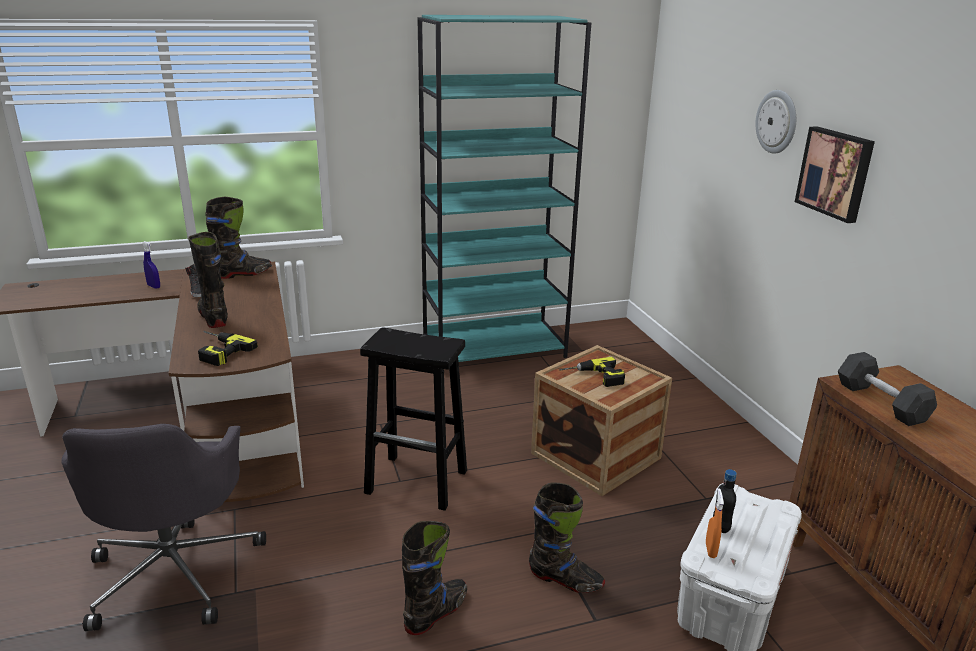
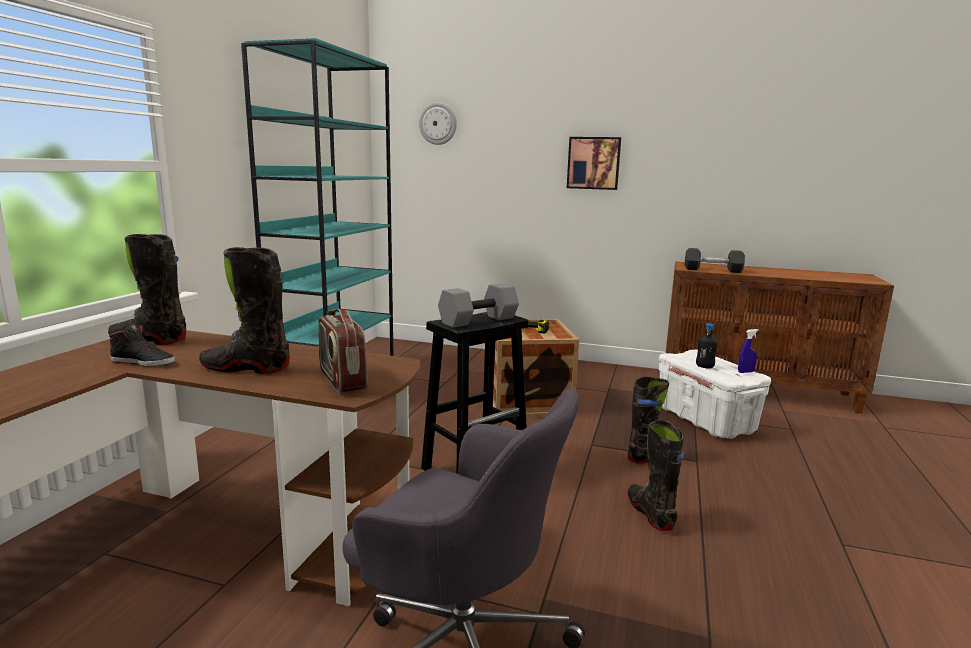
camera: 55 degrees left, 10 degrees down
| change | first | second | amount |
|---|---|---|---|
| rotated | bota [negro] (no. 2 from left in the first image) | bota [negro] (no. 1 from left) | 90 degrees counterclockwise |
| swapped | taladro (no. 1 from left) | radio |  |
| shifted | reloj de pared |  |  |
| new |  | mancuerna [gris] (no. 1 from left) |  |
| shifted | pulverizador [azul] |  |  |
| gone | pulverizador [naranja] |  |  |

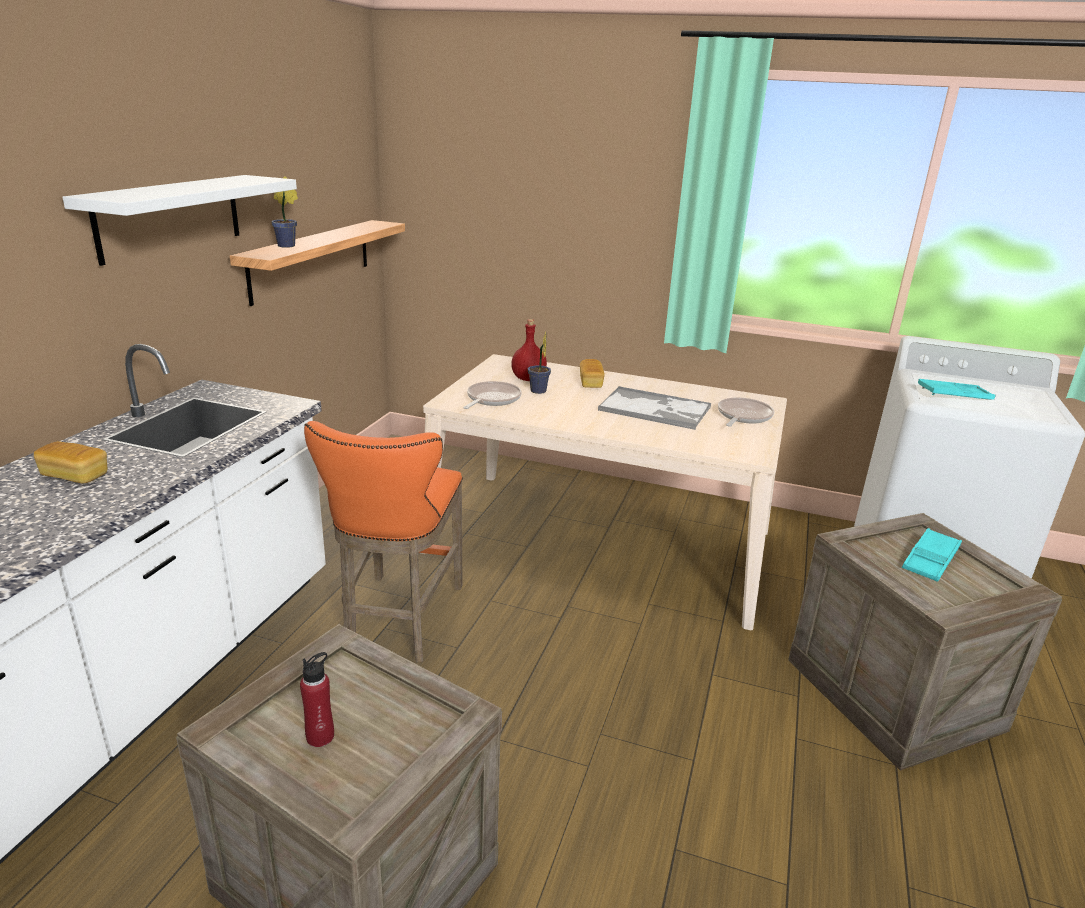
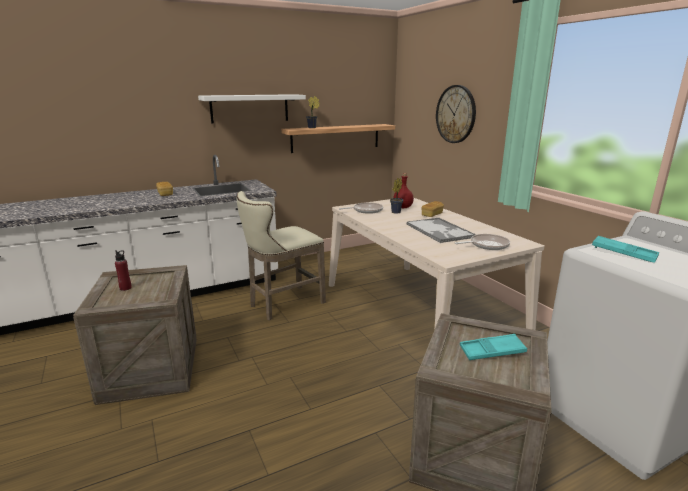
camera: 45 degrees right, 5 degrees down
| change | first | second | amount |
|---|---|---|---|
| repainted | taburete [naranja] | taburete [beis] |  |
| new |  | reloj de pared |  |

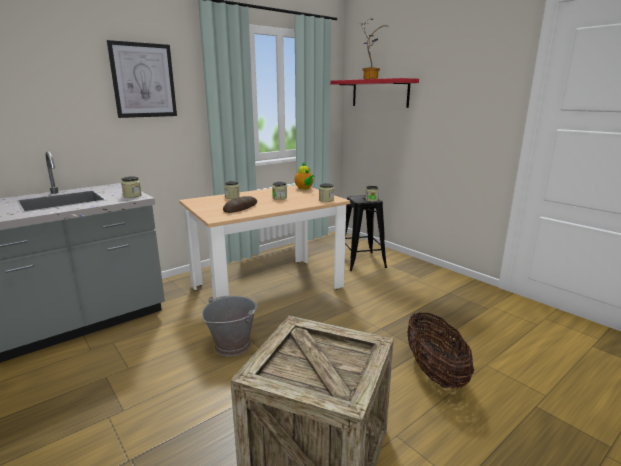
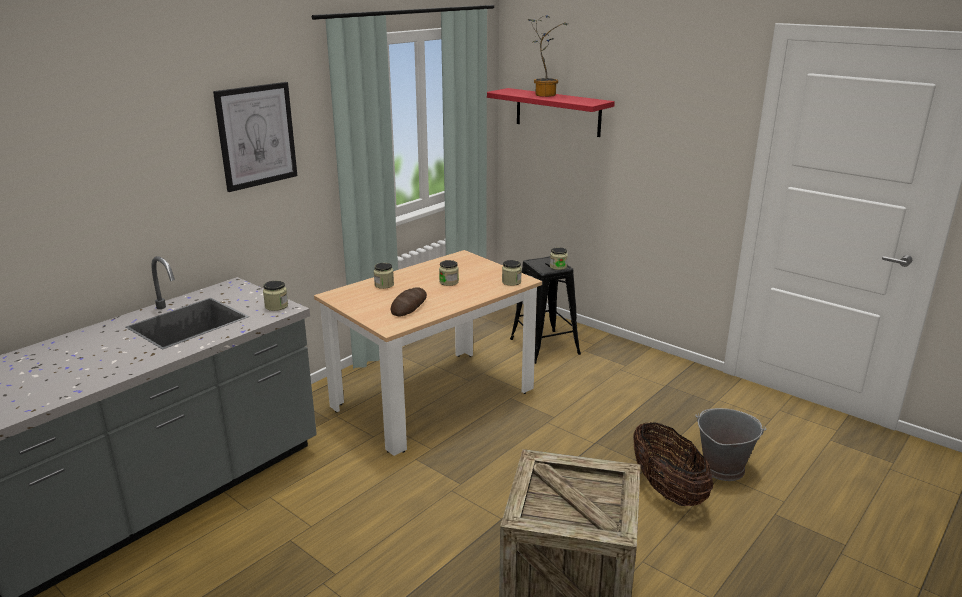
camera: 10 degrees left, 5 degrees up
| change | first | second | amount |
|---|---|---|---|
| shifted | cubo [gris] |  |  |
| gone | tetera |  |  |

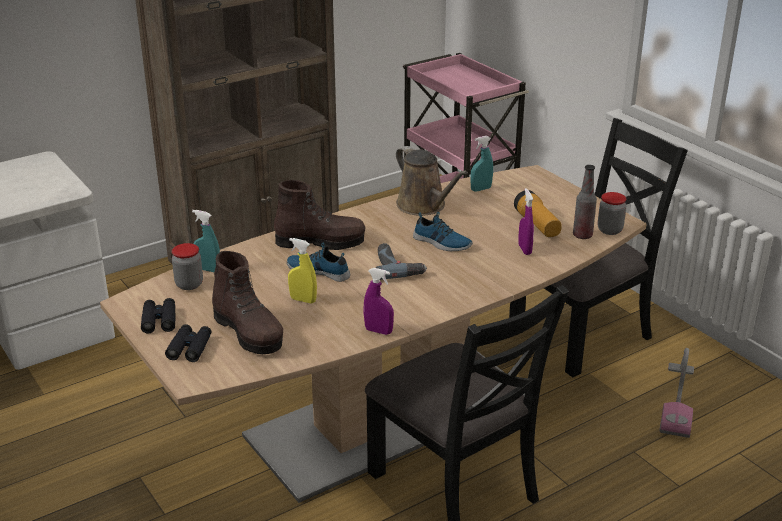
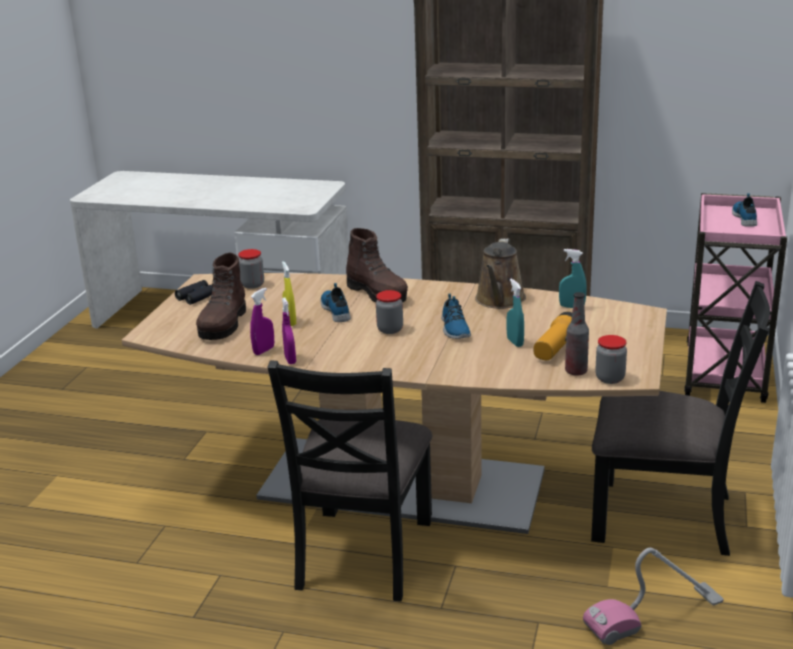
camera: 50 degrees right, 5 degrees down
| change | first | second | amount |
|---|---|---|---|
| shifted | pulverizador [morado] (no. 2 from left in the first image) | pulverizador [morado] (no. 1 from left) |  |
| swapped | taladro | tarro (no. 2 from left) |  |
| shifted | pulverizador [turquesa] (no. 1 from left) |  |  |
| new |  | zapato (no. 3 from left) |  |
| gone | prismáticos [negro] (no. 2 from left) |  |  |

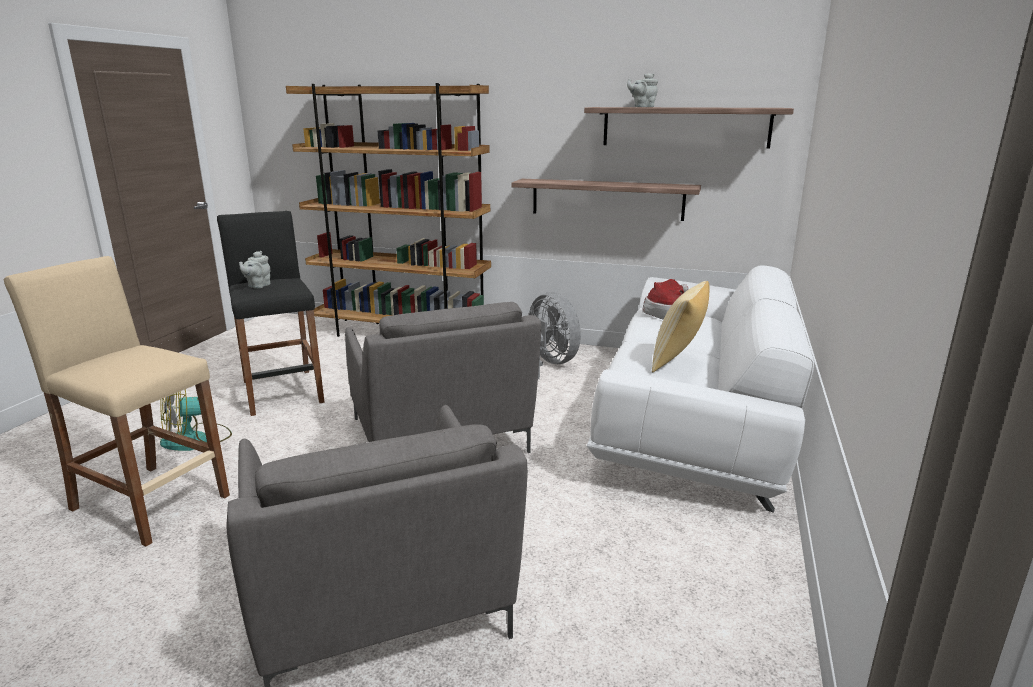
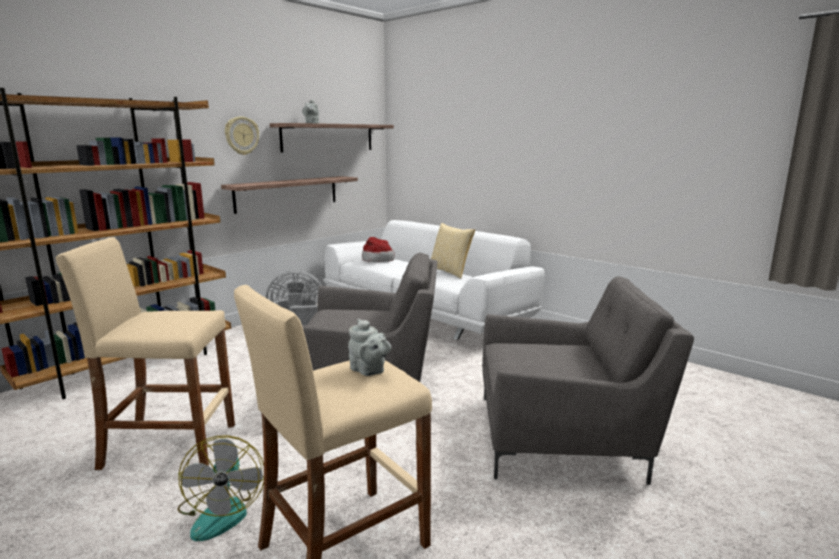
camera: 65 degrees left, 5 degrees down
| change | first | second | amount |
|---|---|---|---|
| repainted | taburete [negro] | taburete [beis] (no. 1 from left) |  |
| new |  | reloj de pared |  |
| shifted | tetera [gris] (no. 1 from left in the first image) | tetera [gris] (no. 2 from left) |  |

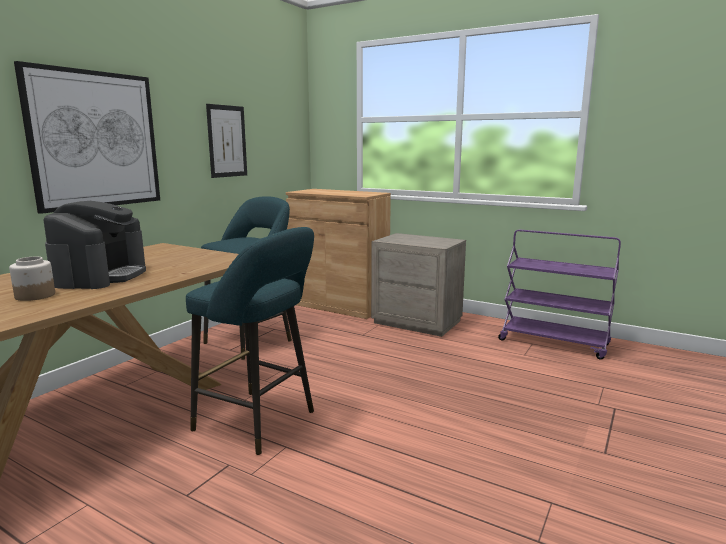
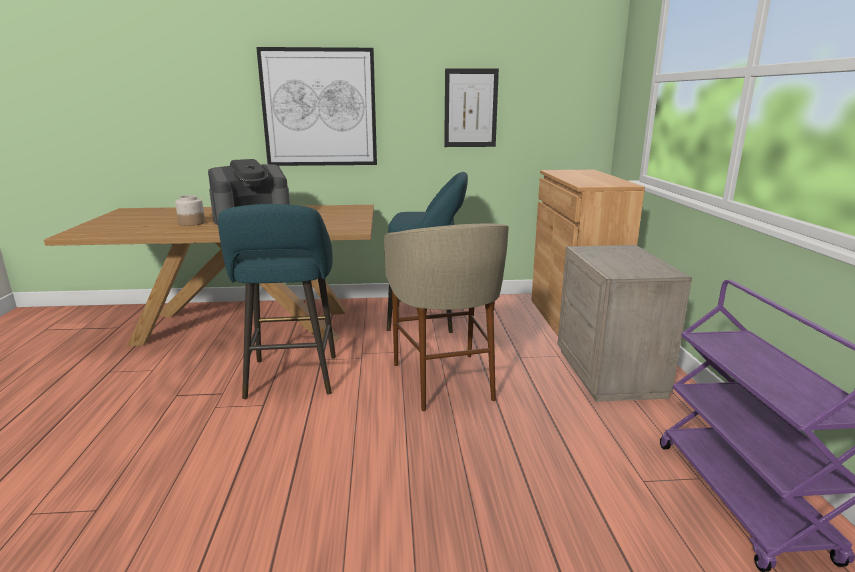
camera: 55 degrees right, 5 degrees up
| change | first | second | amount |
|---|---|---|---|
| new |  | taburete [beis] |  |

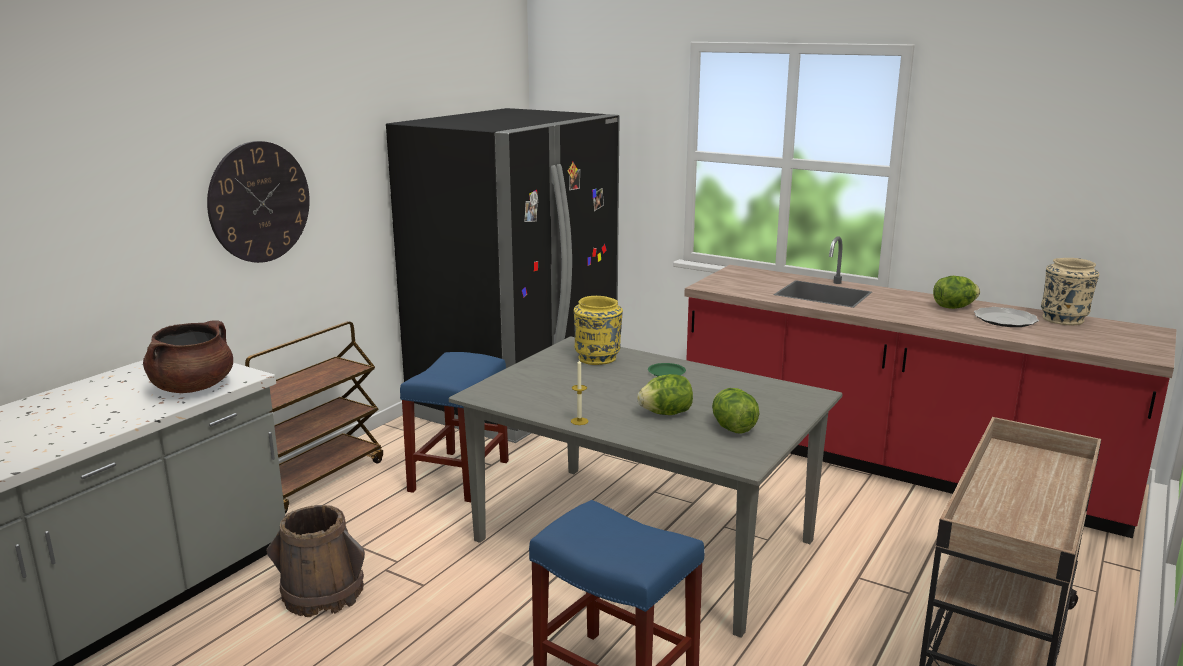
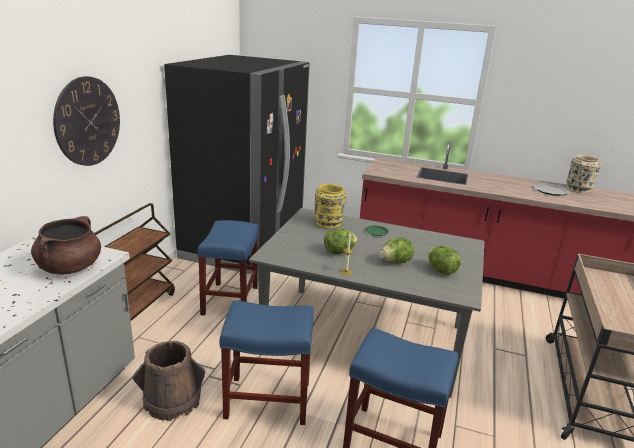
camera: 15 degrees left, 5 degrees up
| change | first | second | amount |
|---|---|---|---|
| new |  | taburete [azul] (no. 2 from left) |  |
| shifted | lechuga (no. 3 from left in the first image) | lechuga (no. 1 from left) |  |

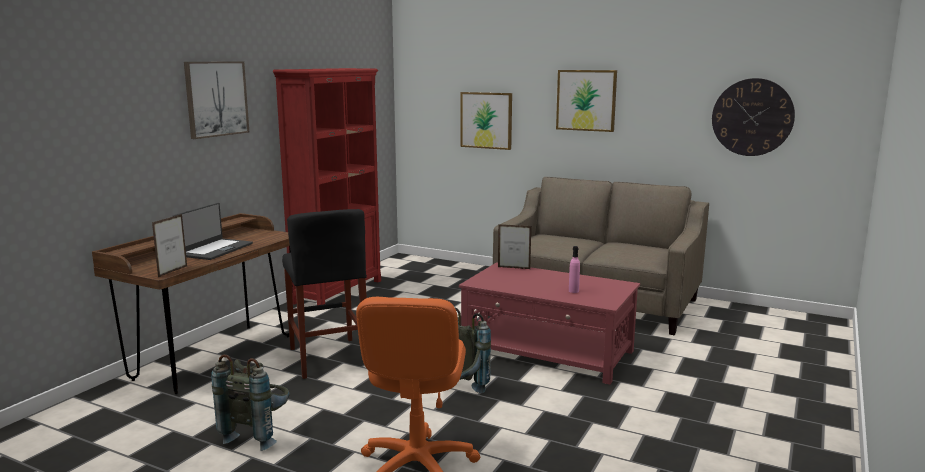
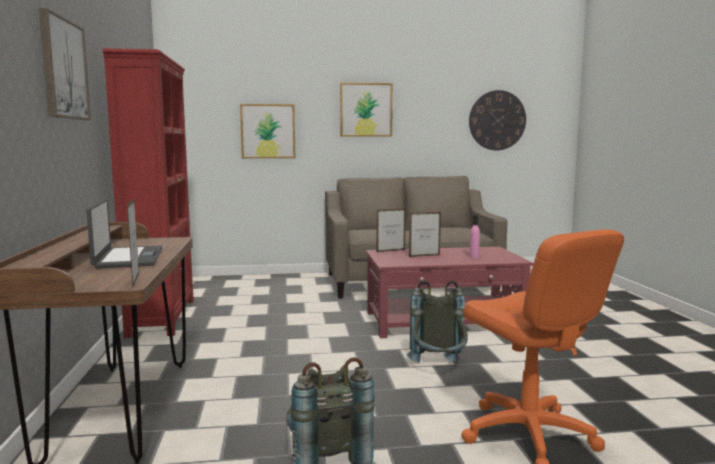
camera: 35 degrees left, 5 degrees down
| change | first | second | amount |
|---|---|---|---|
| new |  | portarretratos (no. 3 from left) |  |
| gone | taburete [negro] |  |  |

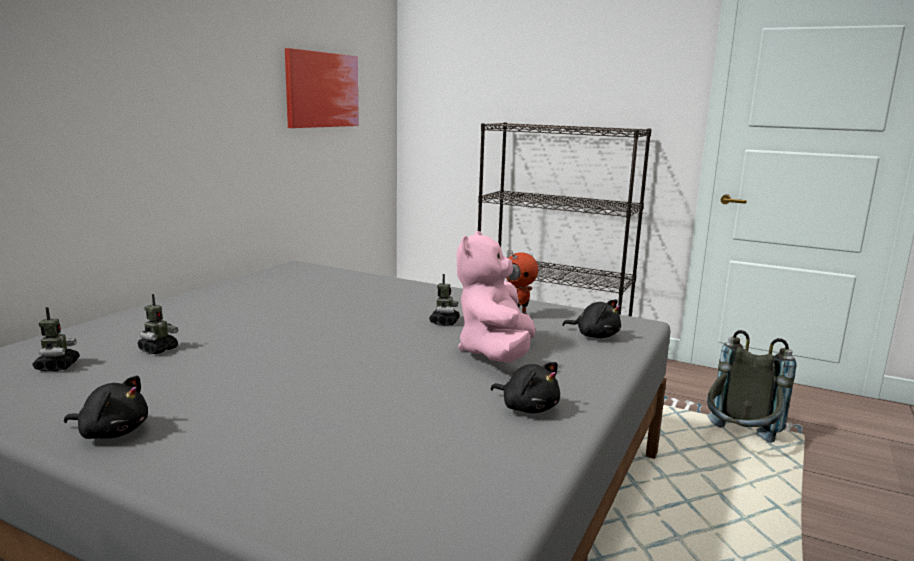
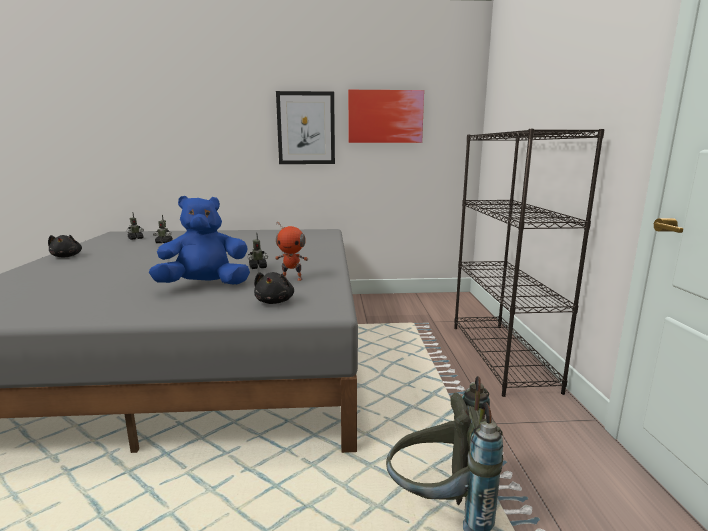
camera: 60 degrees right, 0 degrees up
| change | first | second | amount |
|---|---|---|---|
| repainted | peluche [rosa] | peluche [azul] |  |
| new |  | cuadro (no. 1 from left) |  |
| gone | peluche [negro] (no. 2 from left) |  |  |

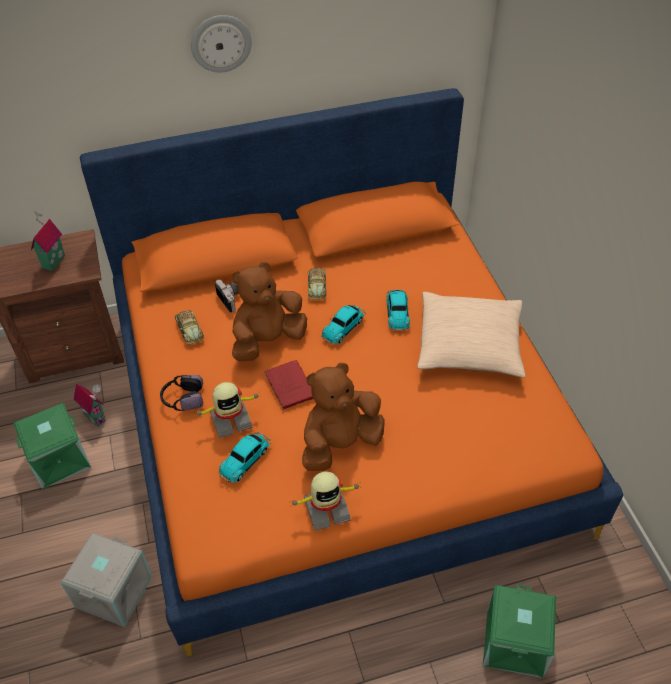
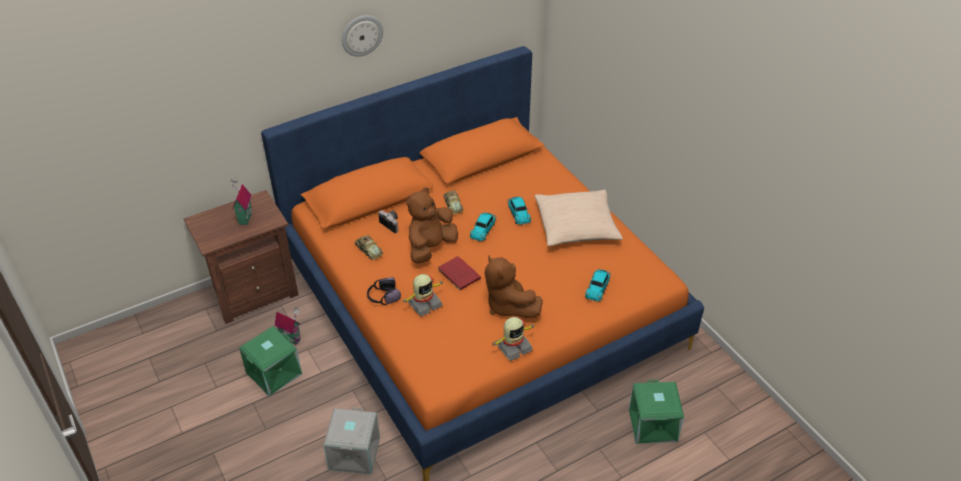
camera: 15 degrees left, 5 degrees down
| change | first | second | amount |
|---|---|---|---|
| rotated | peluche [marrón] (no. 2 from left) |  | 75 degrees counterclockwise |
| shifted | coche de juguete (no. 2 from left in the first image) | coche de juguete (no. 5 from left) |  |

